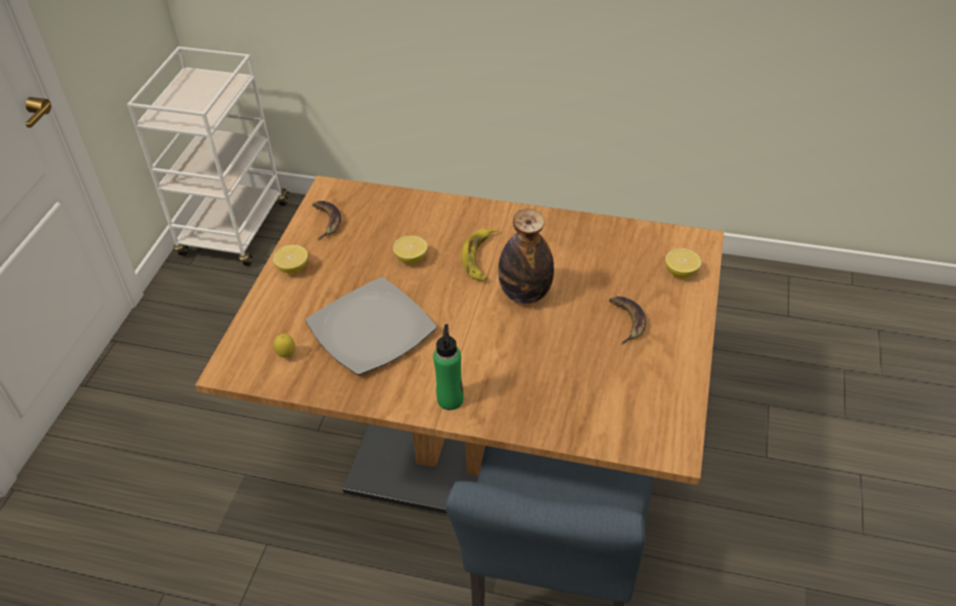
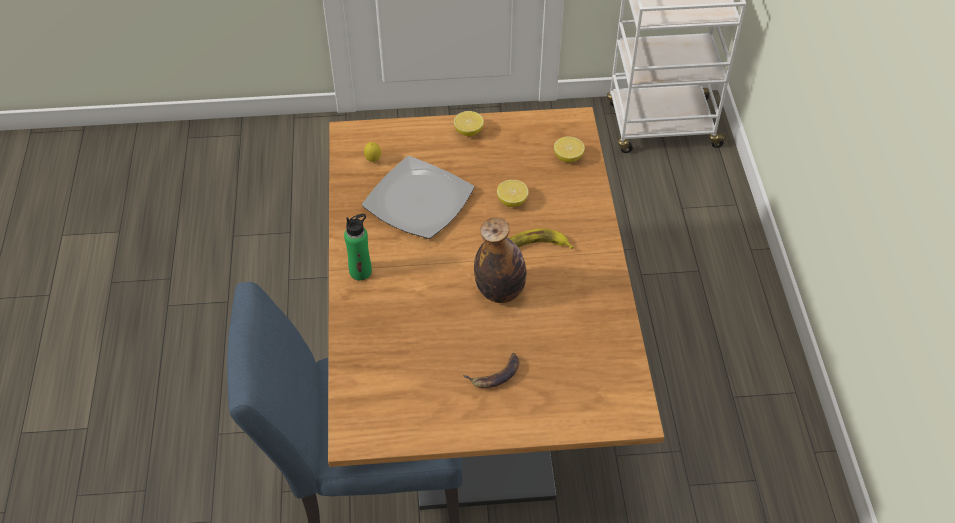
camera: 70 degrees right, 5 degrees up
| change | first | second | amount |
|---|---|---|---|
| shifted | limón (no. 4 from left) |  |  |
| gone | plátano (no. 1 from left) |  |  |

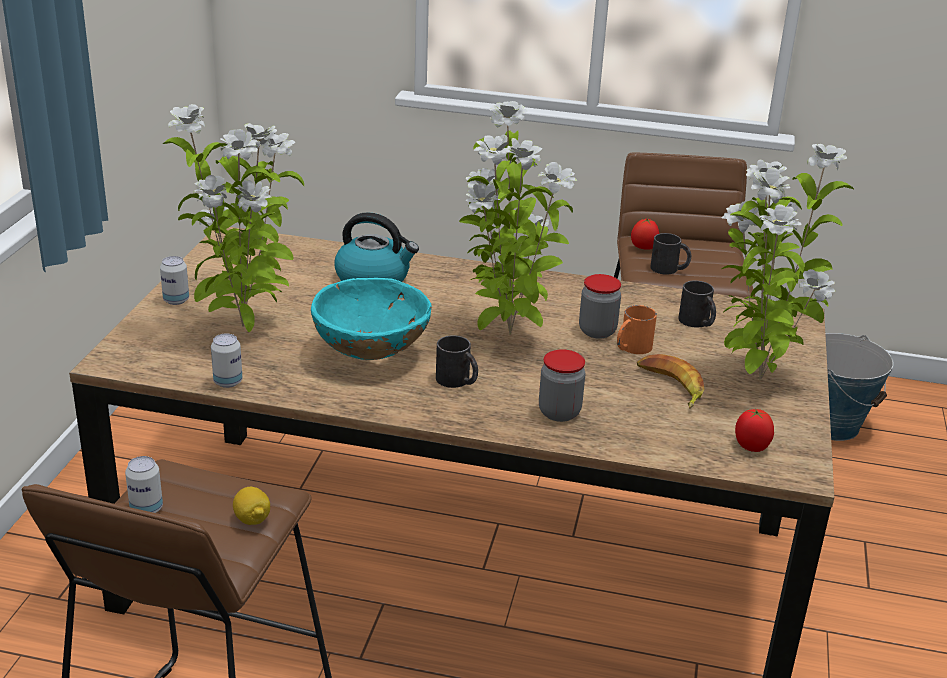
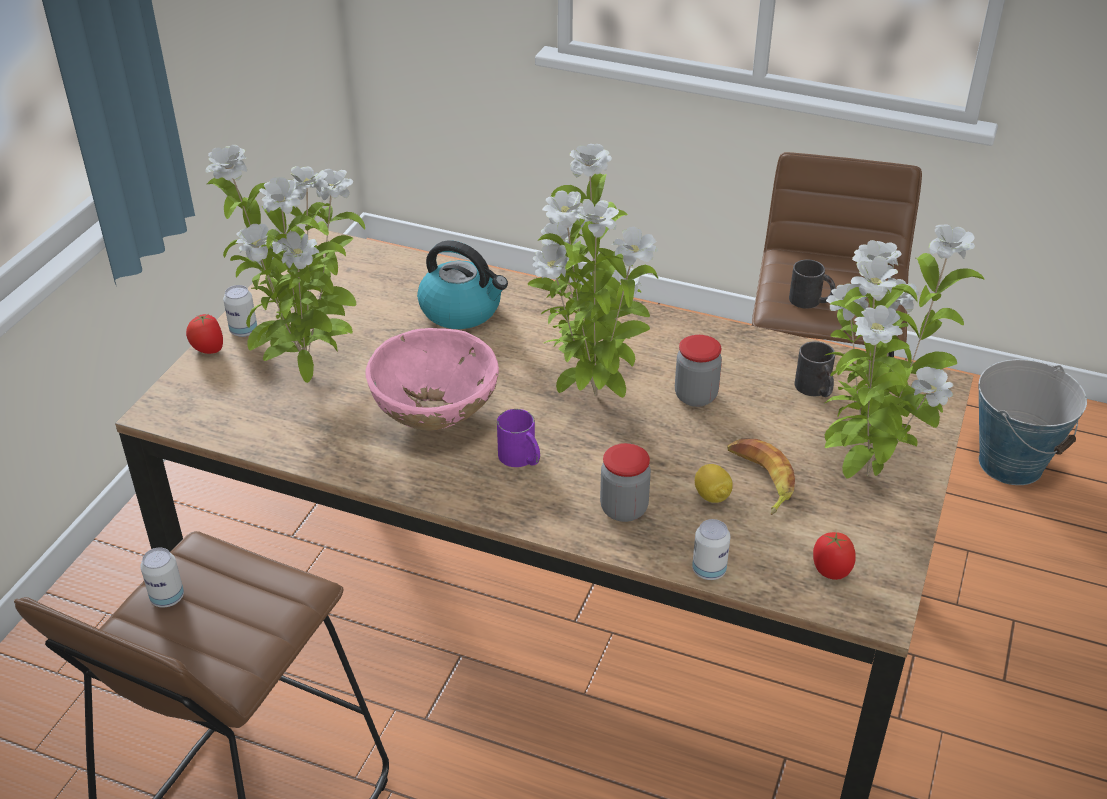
camera: 10 degrees right, 10 degrees up
| change | first | second | amount |
|---|---|---|---|
| shifted | tomate (no. 1 from left) |  |  |
| repainted | cuenco [turquesa] | cuenco [rosa] |  |
| repainted | taza grande [negro] (no. 1 from left) | taza grande [morado] |  |
| shifted | lata (no. 3 from left) |  |  |
| shifted | limón |  |  |
| gone | taza grande [naranja] |  |  |

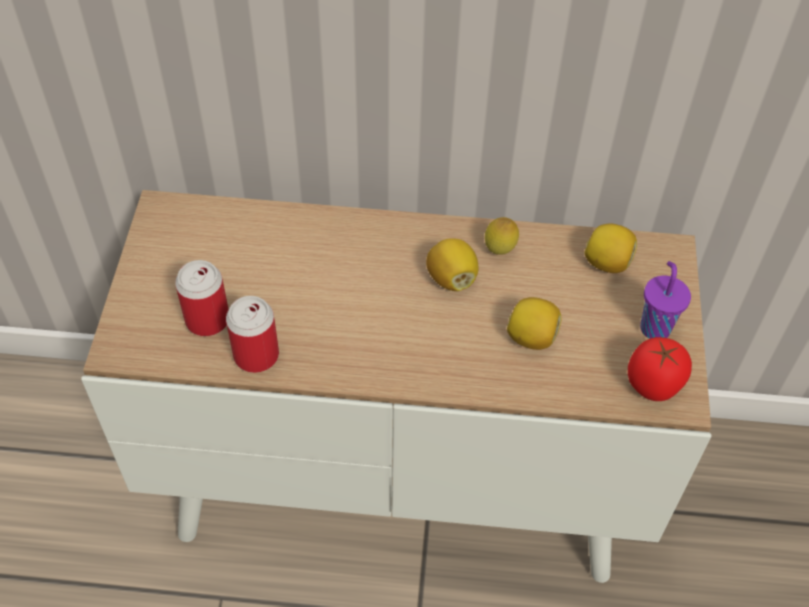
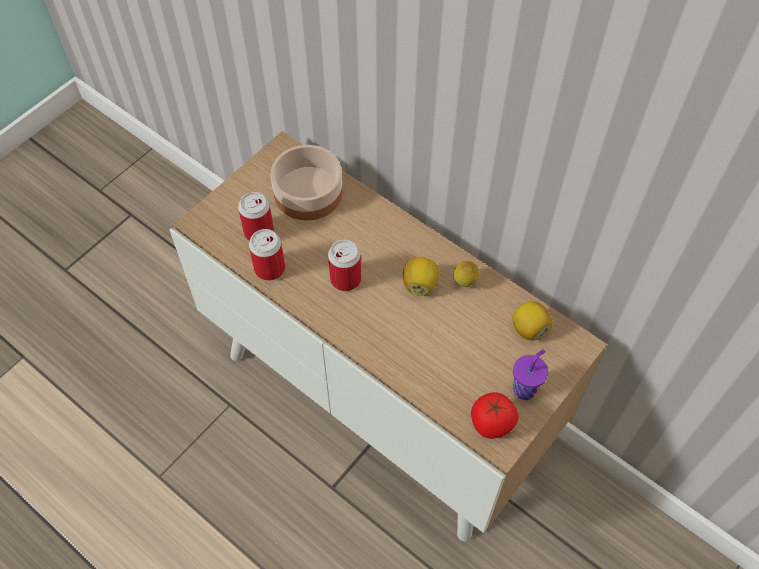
camera: 35 degrees right, 5 degrees up
| change | first | second | amount |
|---|---|---|---|
| new |  | cuenco |  |
| new |  | lata (no. 3 from left) |  |
| gone | limón (no. 3 from left) |  |  |

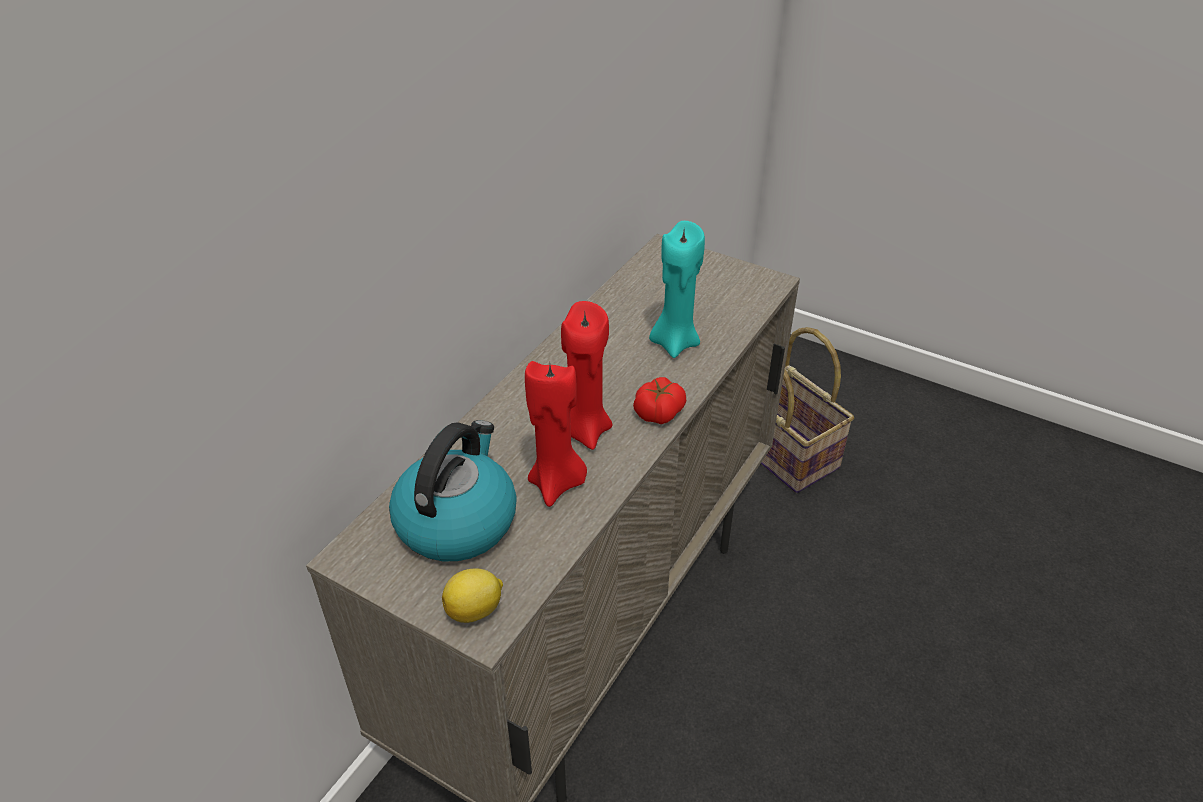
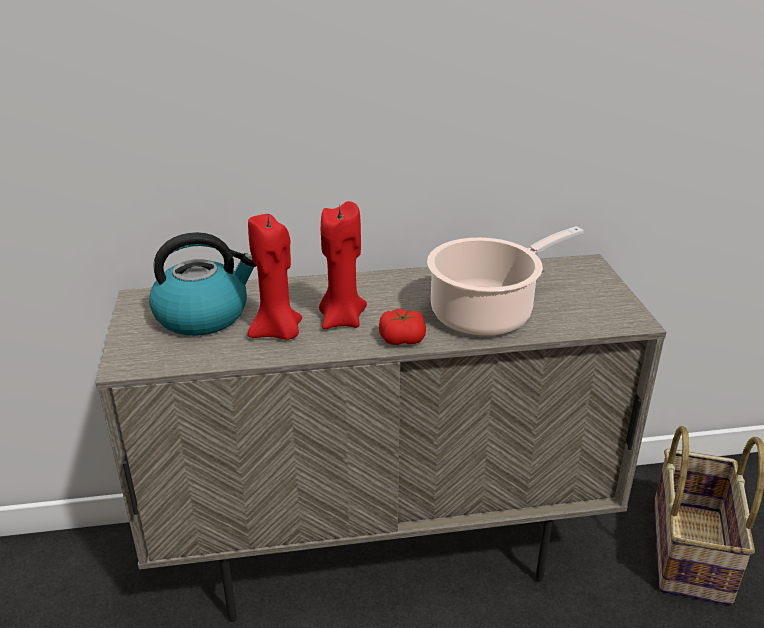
camera: 50 degrees right, 10 degrees down
| change | first | second | amount |
|---|---|---|---|
| swapped | vela [turquesa] | olla |  |
| gone | limón |  |  |

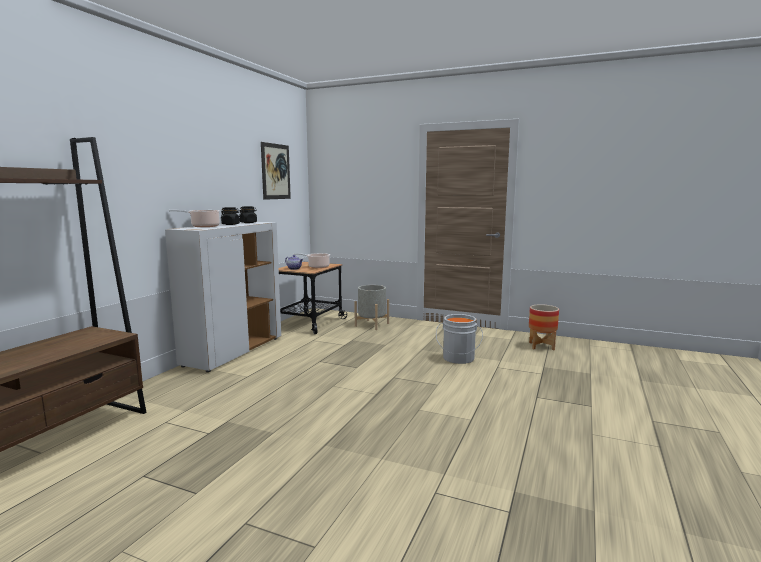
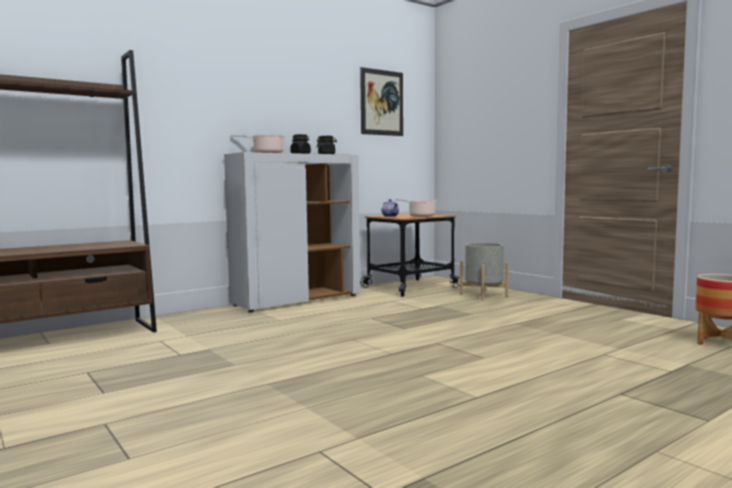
camera: 30 degrees right, 5 degrees down
| change | first | second | amount |
|---|---|---|---|
| gone | cubo [gris] |  |  |

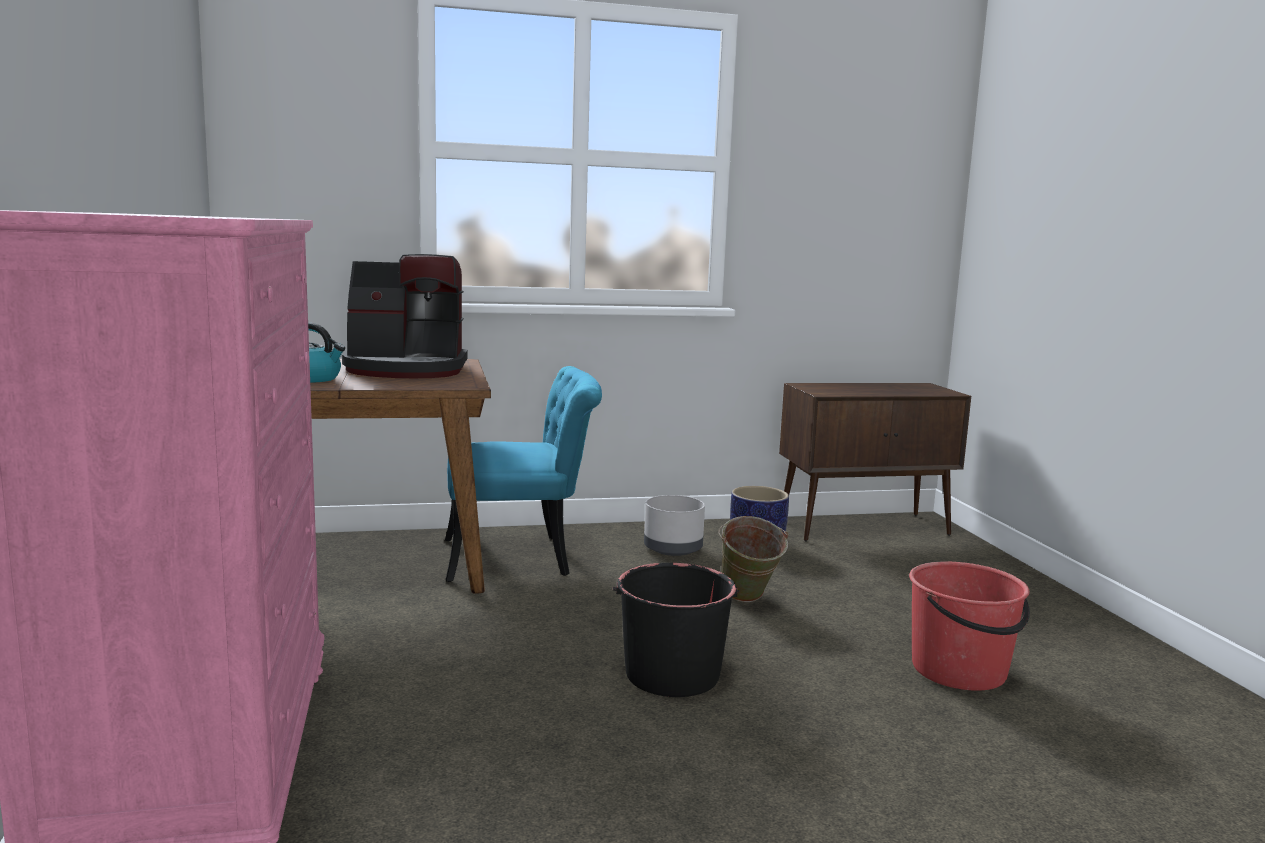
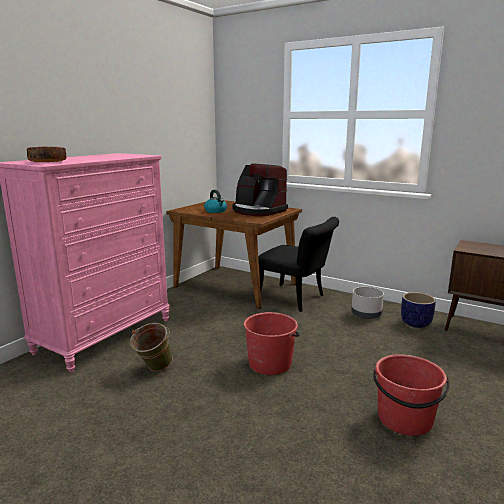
camera: 45 degrees right, 5 degrees up
| change | first | second | amount |
|---|---|---|---|
| new |  | cuenco |  |
| shifted | cubo [verde] |  |  |
| repainted | cubo [negro] | cubo [rojo] (no. 1 from left) |  |
| repainted | silla [turquesa] | silla [negro] |  |

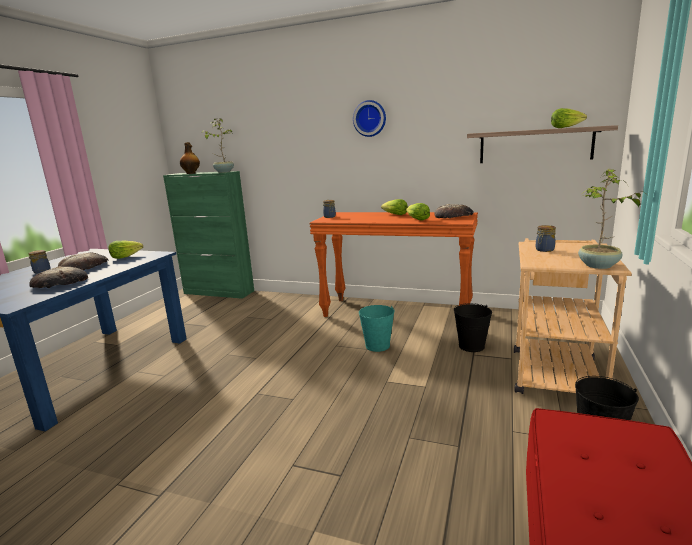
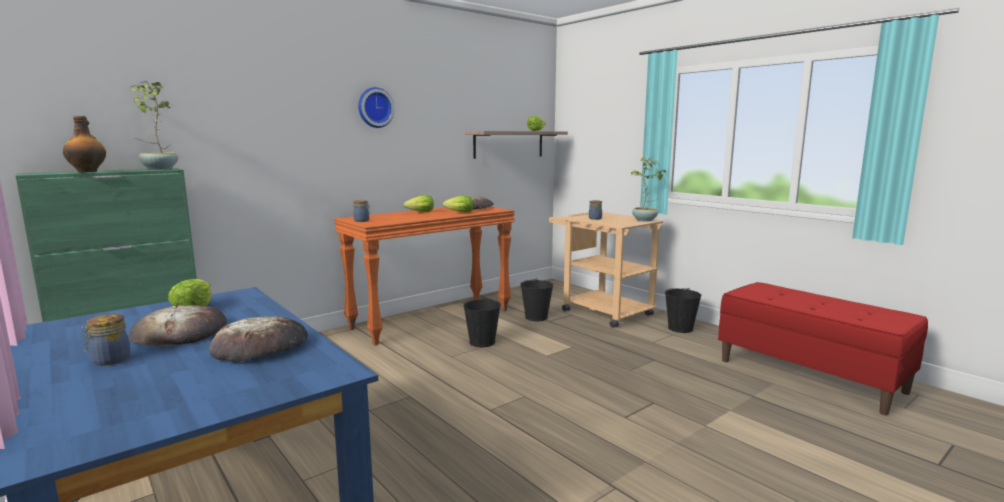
camera: 60 degrees left, 5 degrees down
| change | first | second | amount |
|---|---|---|---|
| repainted | cubo [turquesa] | cubo [negro] (no. 1 from left) |  |

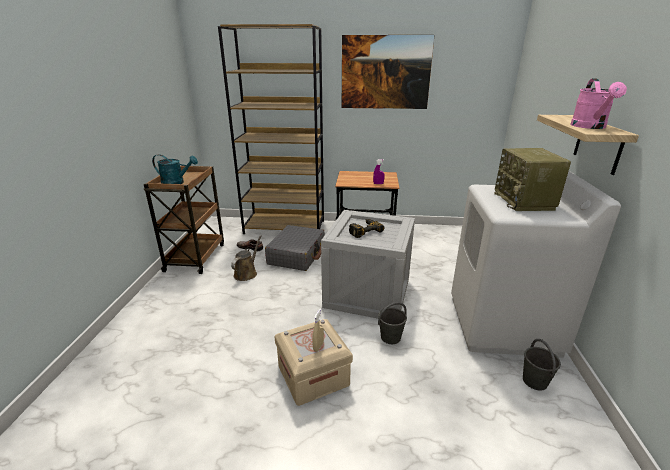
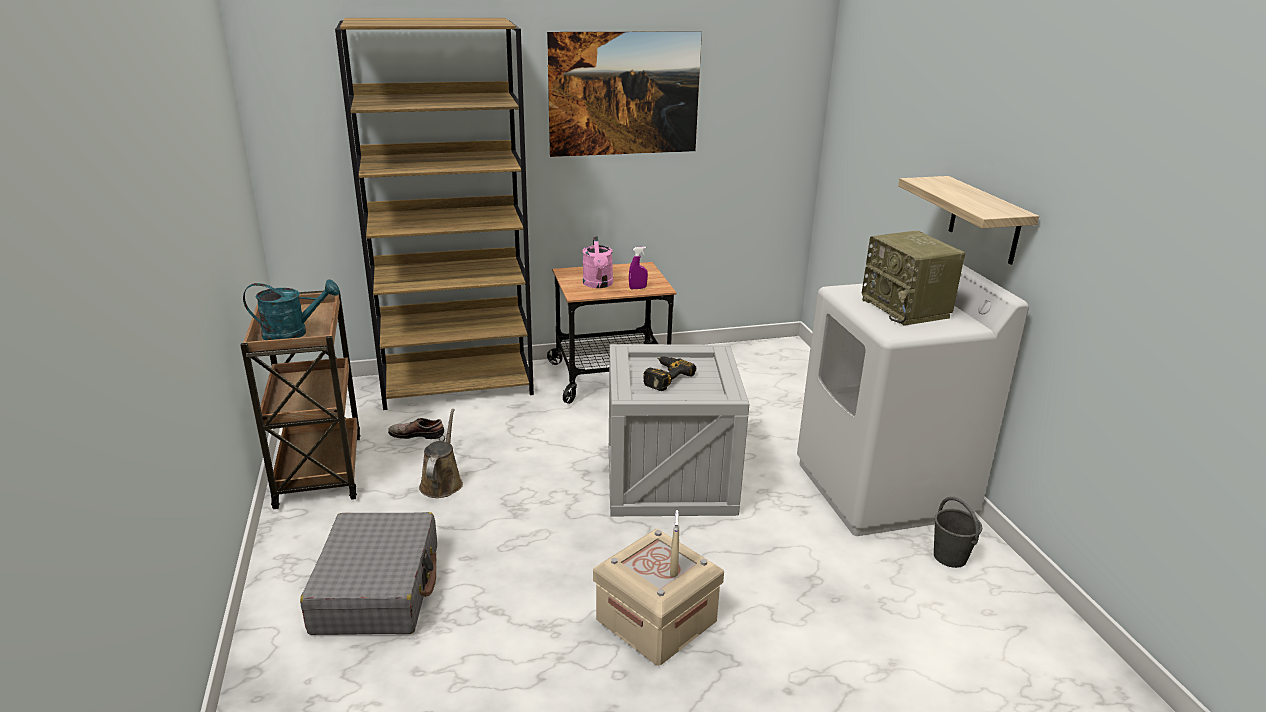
camera: 20 degrees left, 0 degrees up
| change | first | second | amount |
|---|---|---|---|
| shifted | maleta [gris] |  |  |
| shifted | regadera [rosa] |  |  |
| gone | cubo [gris] (no. 1 from left) |  |  |

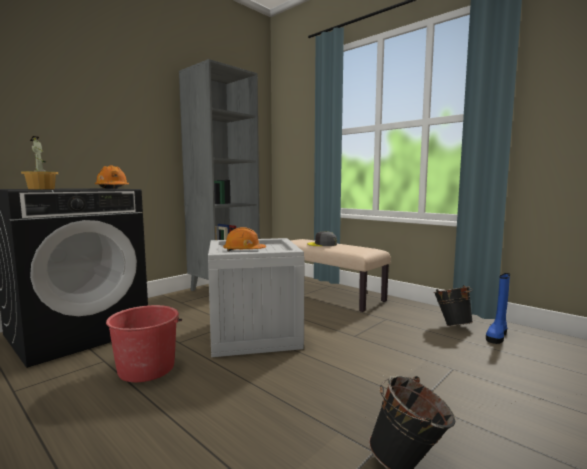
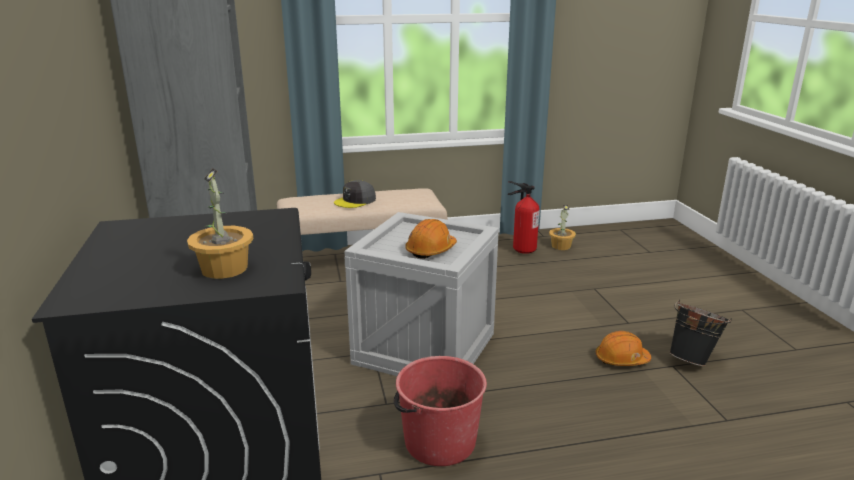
camera: 55 degrees left, 15 degrees up
| change | first | second | amount |
|---|---|---|---|
| swapped | cubo [negro] (no. 2 from left) | extintor |  |
| swapped | bota [azul] | planta en maceta (no. 2 from left) |  |
| shifted | casco [naranja] (no. 1 from left in the first image) | casco [naranja] (no. 2 from left) |  |

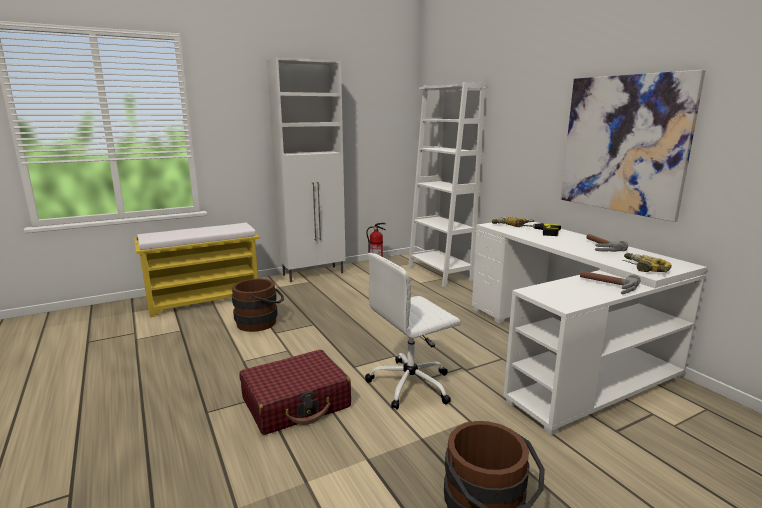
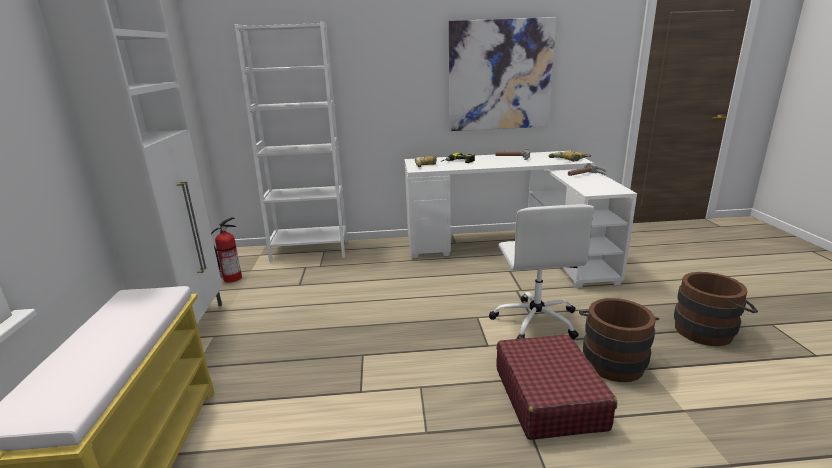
camera: 65 degrees left, 5 degrees up
| change | first | second | amount |
|---|---|---|---|
| shifted | cubo [marrón] (no. 1 from left) |  |  |

